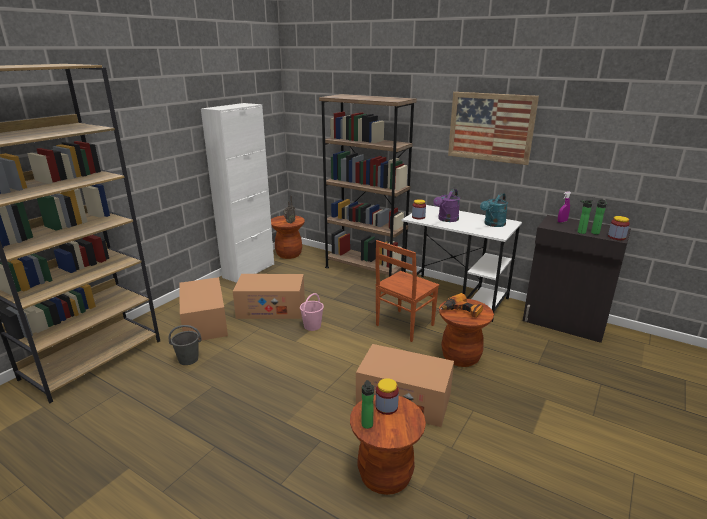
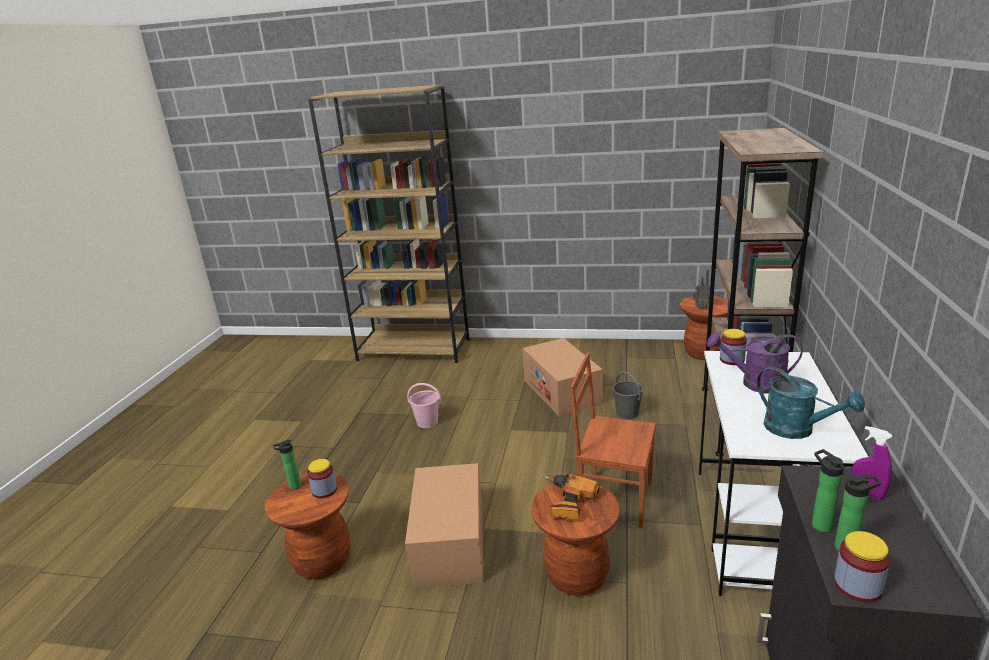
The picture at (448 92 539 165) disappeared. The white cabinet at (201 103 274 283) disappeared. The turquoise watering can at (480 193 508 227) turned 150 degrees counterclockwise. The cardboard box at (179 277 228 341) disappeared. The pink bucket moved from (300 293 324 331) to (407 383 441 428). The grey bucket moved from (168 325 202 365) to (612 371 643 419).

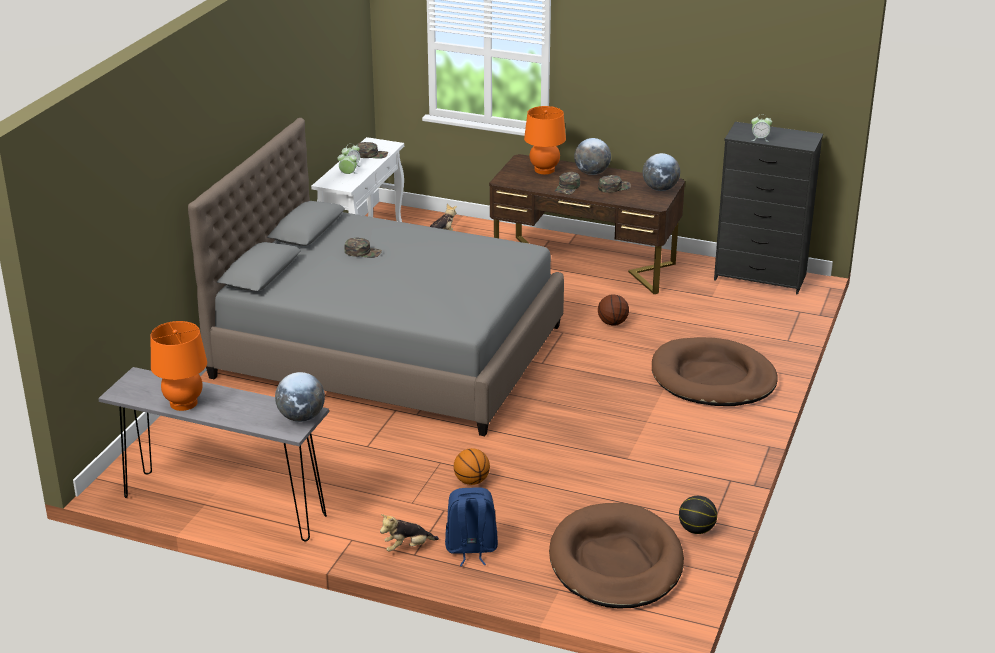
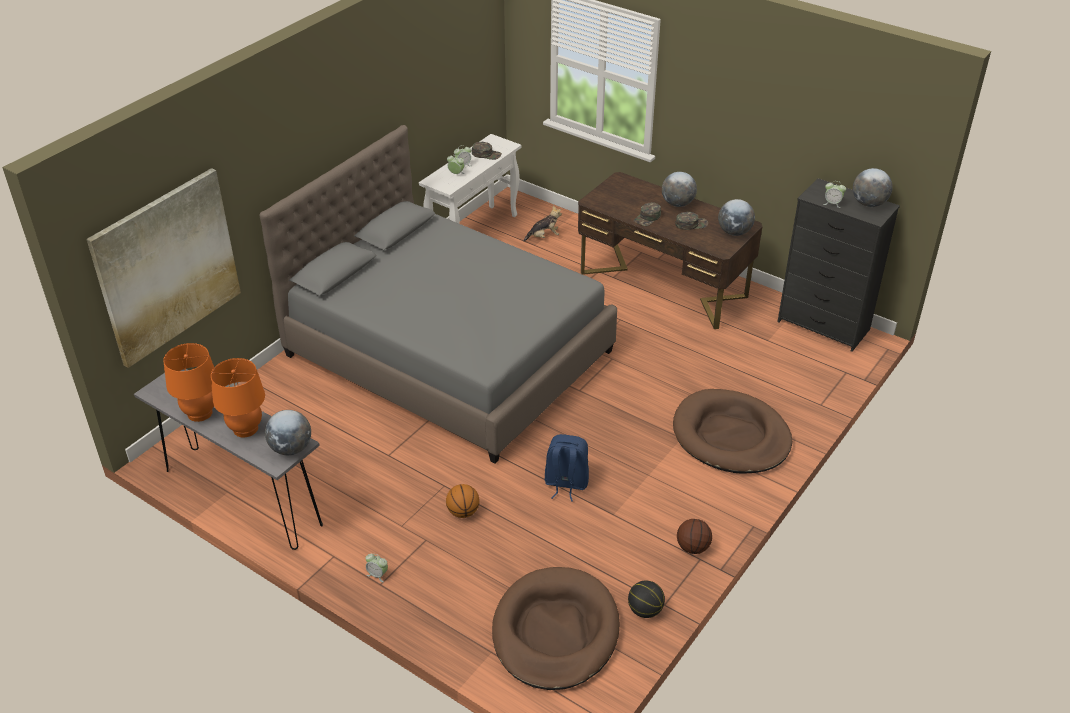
The orange table lamp moved from (524 106 566 174) to (211 358 265 437). The green cap at (344 238 382 258) disappeared. The basketball moved from (598 294 629 326) to (677 519 712 554). The blue backpack moved from (445 487 498 566) to (545 434 589 502). The plush toy at (380 514 439 552) was replaced by the alarm clock at (365 554 388 582). The picture at (87 168 241 368) appeared. The globe at (853 168 893 207) appeared.

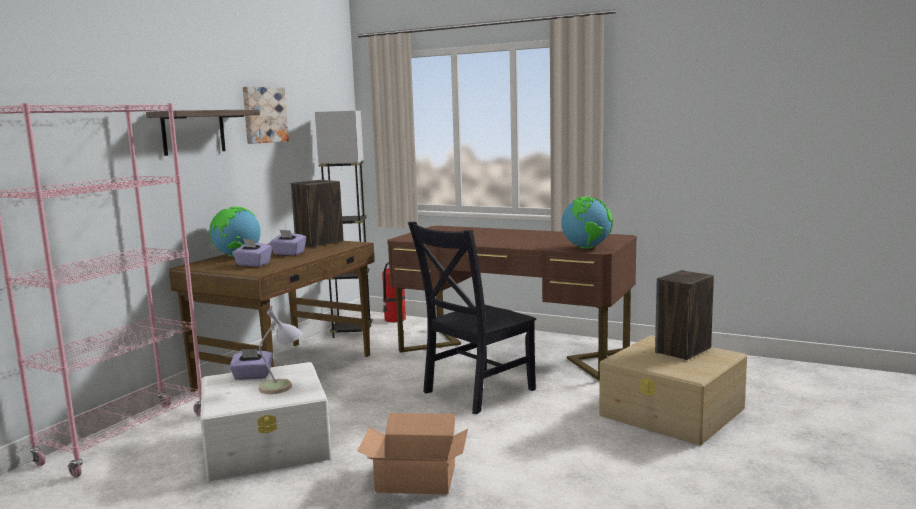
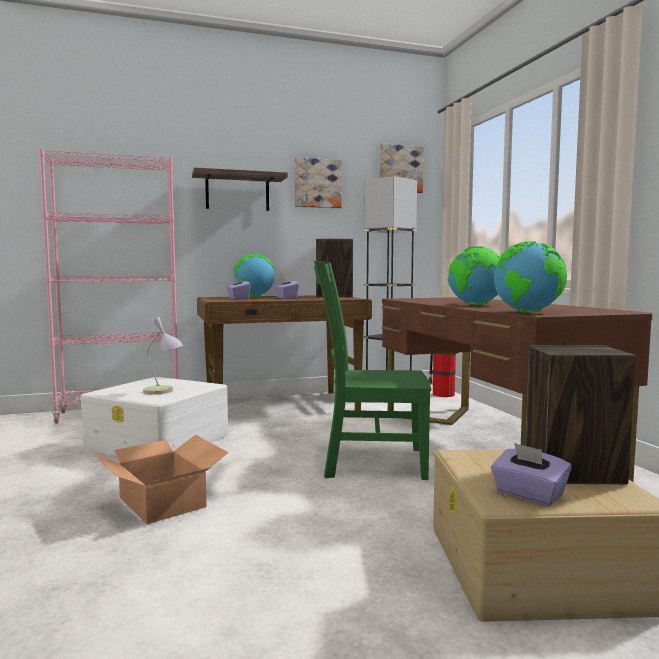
The black chair at (408 222 536 414) became the green chair at (314 261 431 480). The purple tissue box moved from (229 349 273 380) to (491 443 571 506). The picture at (380 144 424 193) appeared. The globe at (447 246 500 305) appeared.

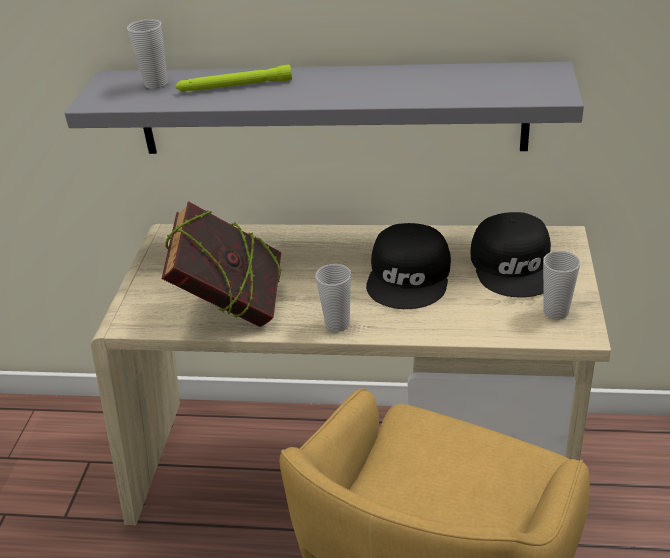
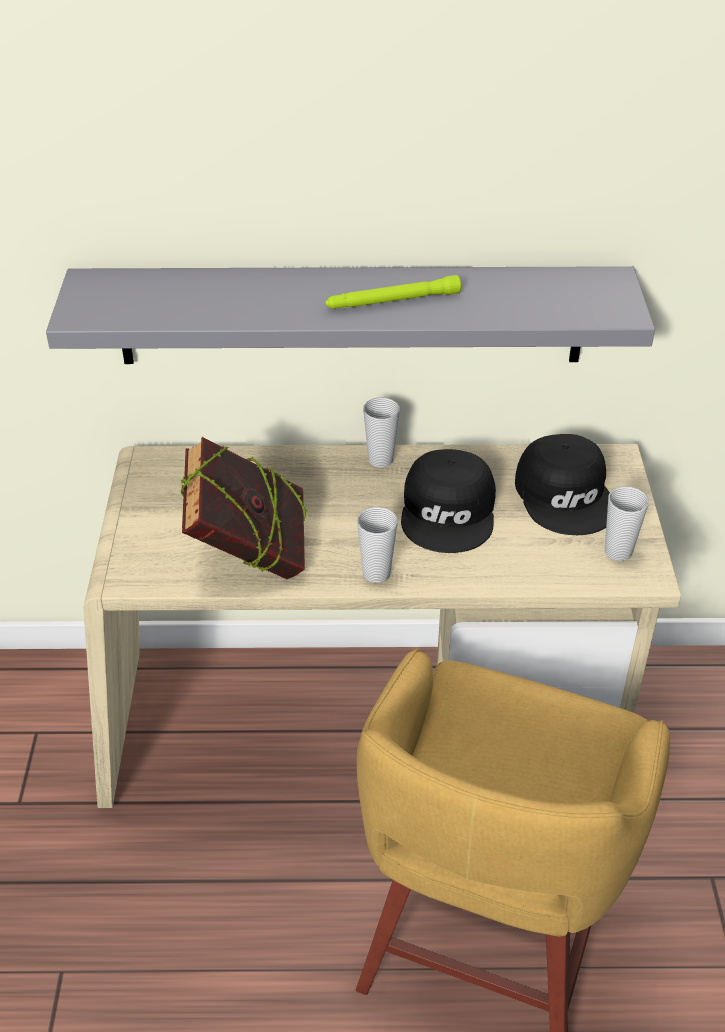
The cup moved from (127 19 168 89) to (363 397 400 468). The green flashlight moved from (175 65 292 92) to (325 275 461 309).

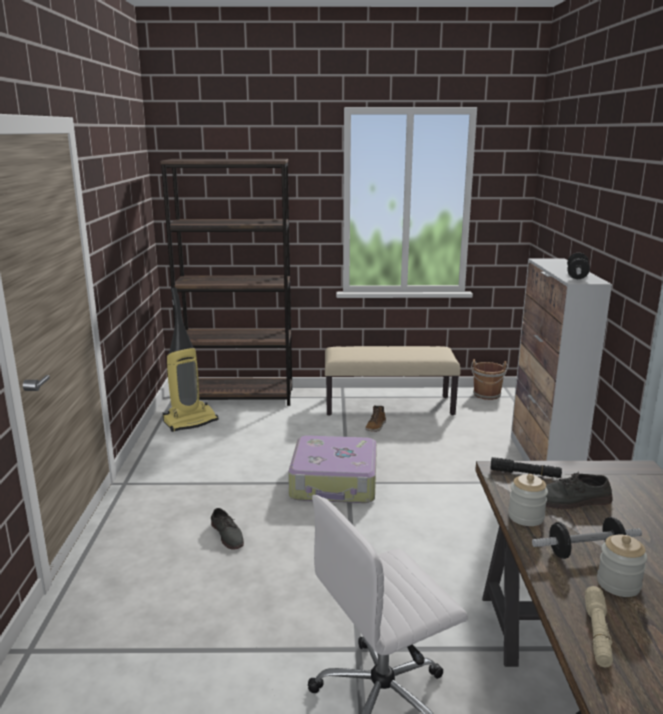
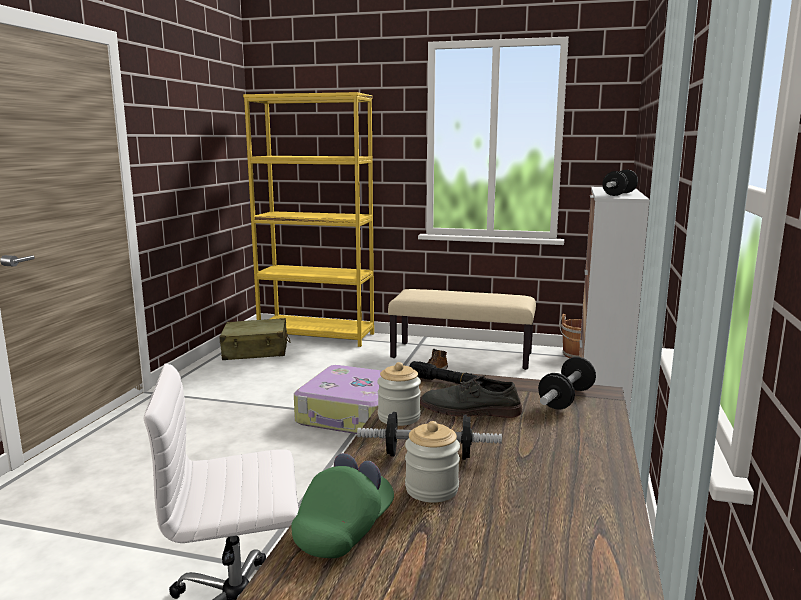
The brown bookcase at (160 159 292 406) became the yellow bookcase at (243 92 374 347). The vacuum cleaner at (163 288 219 432) was replaced by the beige suitcase at (220 318 291 360). The grey shoe at (211 508 244 550) disappeared. The beige flashlight at (585 586 613 667) was replaced by the green cap at (291 453 394 558). The dumbbell at (538 357 596 410) appeared.

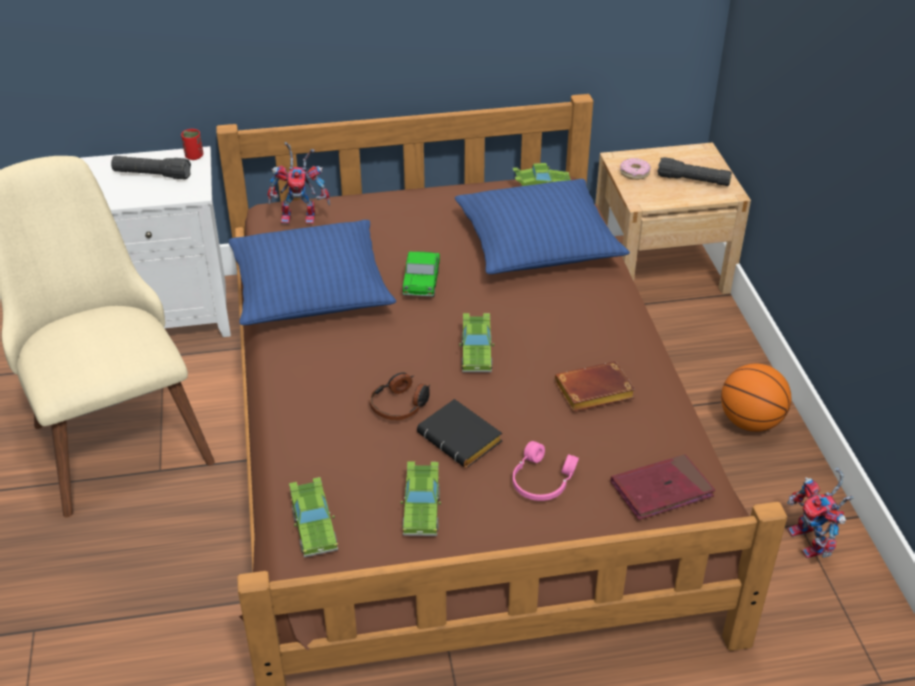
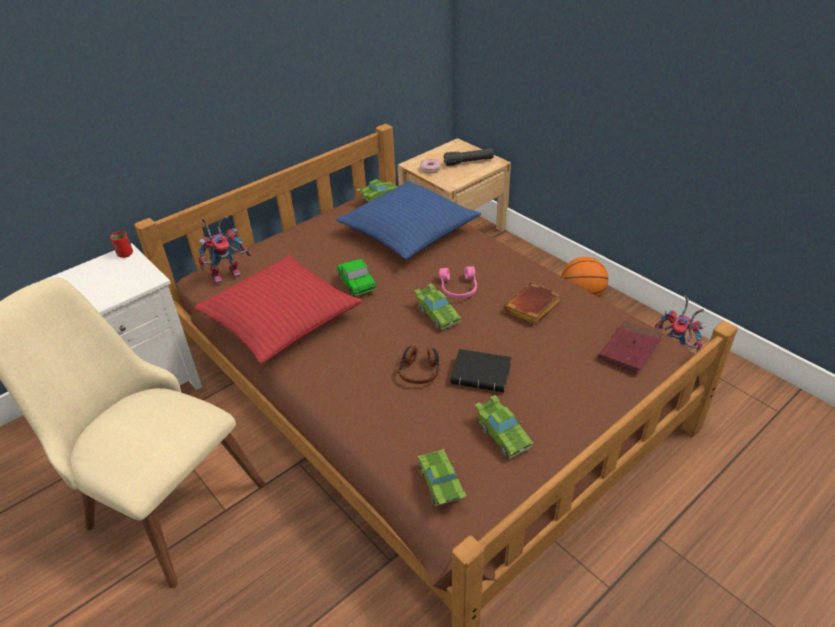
The black flashlight at (111 156 191 179) disappeared. The blue pillow at (228 220 396 325) became the red pillow at (194 255 363 364). The pink headphones moved from (512 441 579 501) to (439 266 477 298). The green toy car at (289 477 338 557) turned 150 degrees counterclockwise.

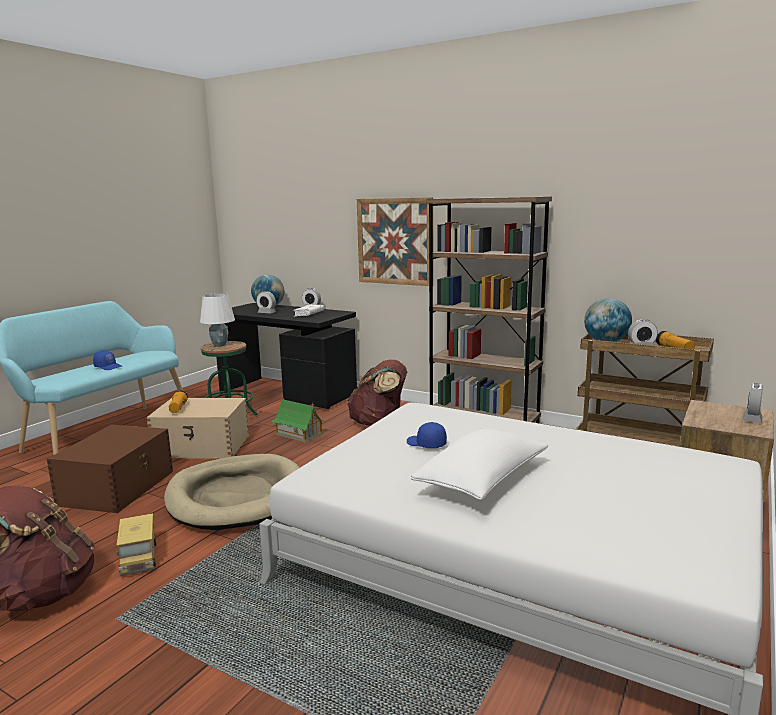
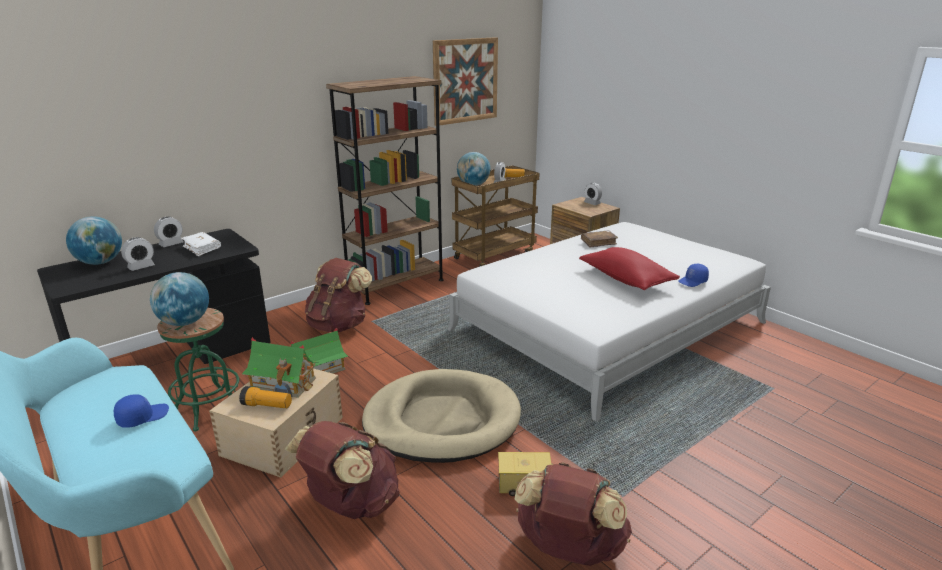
The picture moved from (357 197 433 286) to (433 37 498 126). The white table lamp at (200 293 235 347) was replaced by the globe at (150 272 209 326). The blue cap moved from (407 422 447 448) to (678 264 709 287). The brown storage box at (47 424 173 513) was replaced by the brown backpack at (285 421 399 519). The white pillow at (411 429 548 500) became the red pillow at (579 247 680 290). The brown book at (581 230 618 248) appeared. The toy house at (242 337 319 398) appeared.

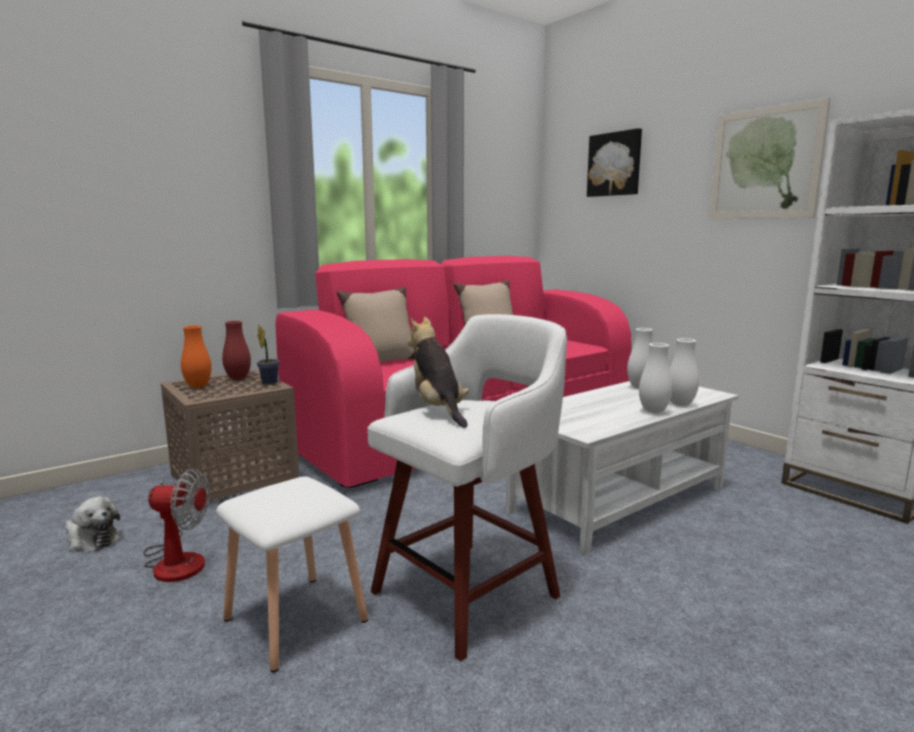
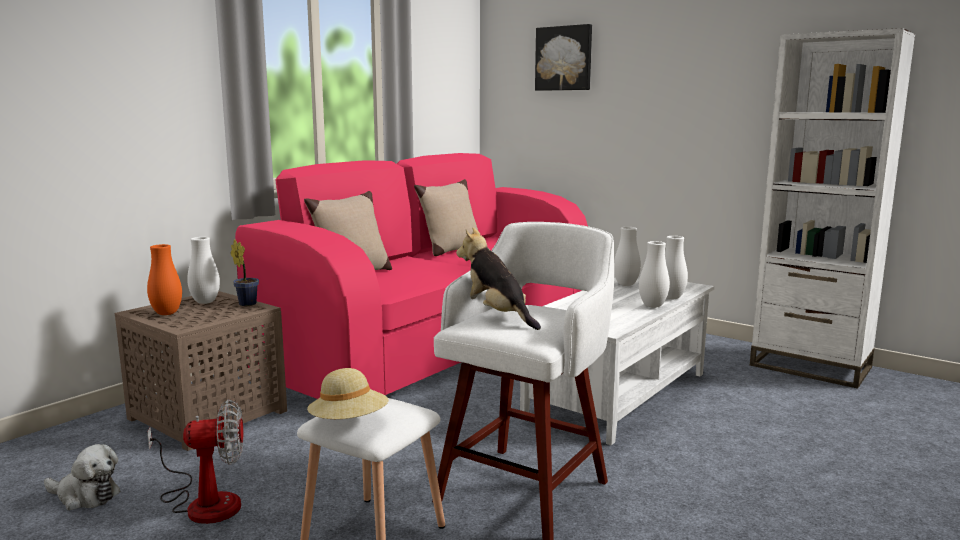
The picture at (709 97 830 219) disappeared. The red vase at (222 321 251 380) became the white vase at (187 237 220 304). The beige hat at (307 368 389 419) appeared.

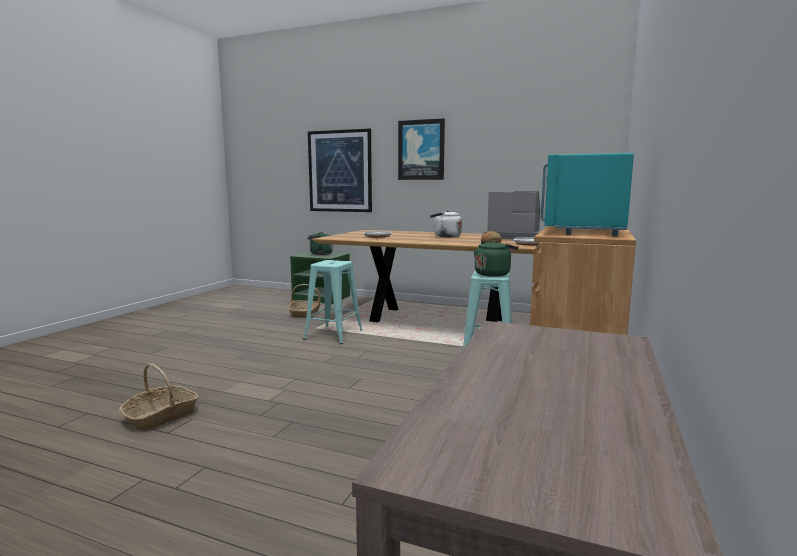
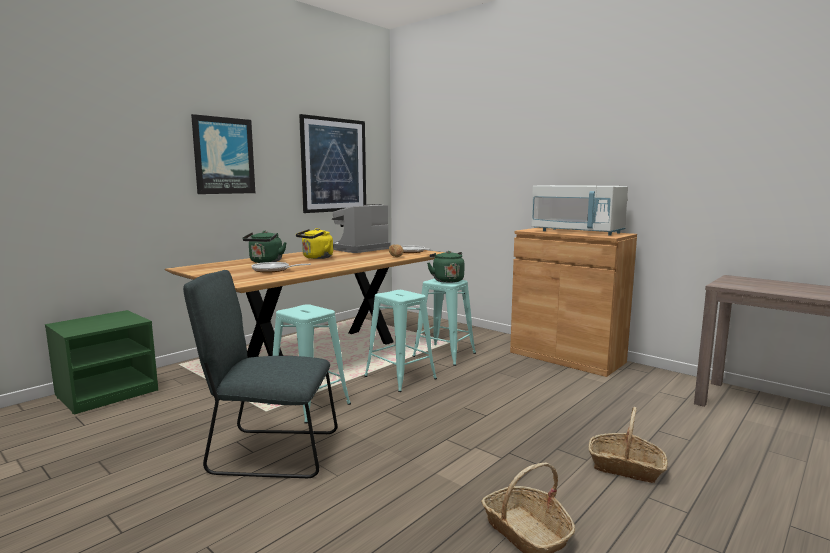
The picture moved from (308 129 372 212) to (299 114 366 213). The turquoise microwave at (541 153 634 236) became the white microwave at (531 185 628 236). The white kettle at (430 210 462 237) became the yellow kettle at (296 228 333 259). The green kettle moved from (307 232 333 255) to (242 231 287 263). The basket moved from (289 284 321 318) to (589 407 668 483). The grey chair at (183 270 337 478) appeared. The turquoise stool at (364 290 437 392) appeared.

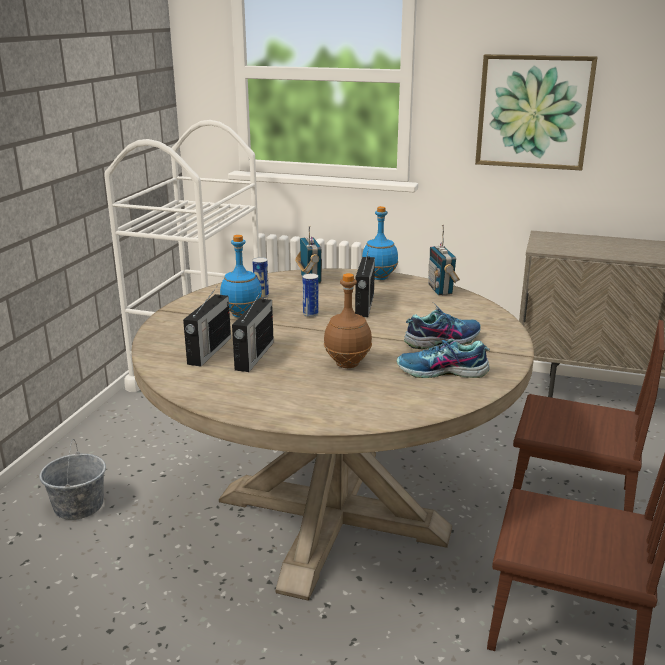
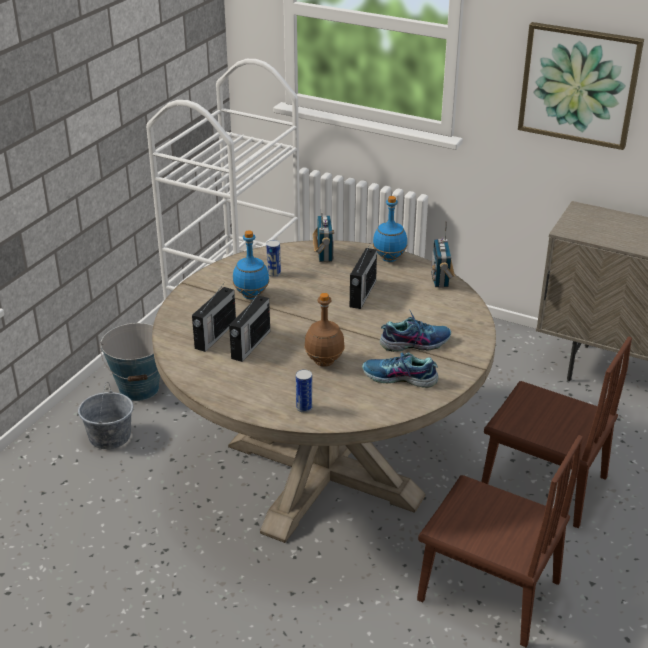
The can moved from (302 273 319 317) to (296 369 312 413). The bucket at (100 323 160 401) appeared.

